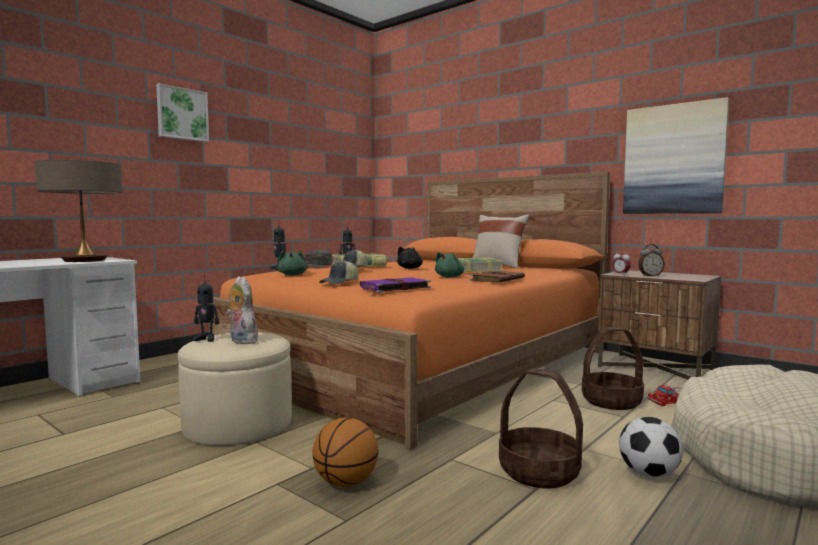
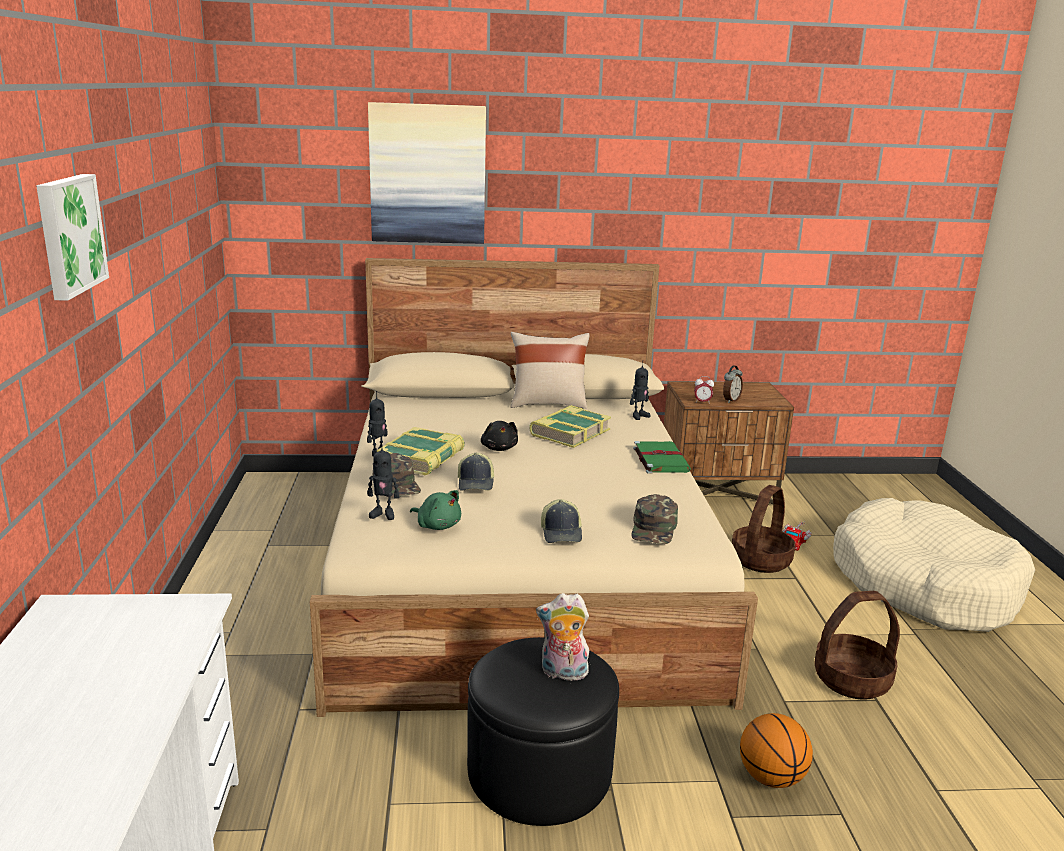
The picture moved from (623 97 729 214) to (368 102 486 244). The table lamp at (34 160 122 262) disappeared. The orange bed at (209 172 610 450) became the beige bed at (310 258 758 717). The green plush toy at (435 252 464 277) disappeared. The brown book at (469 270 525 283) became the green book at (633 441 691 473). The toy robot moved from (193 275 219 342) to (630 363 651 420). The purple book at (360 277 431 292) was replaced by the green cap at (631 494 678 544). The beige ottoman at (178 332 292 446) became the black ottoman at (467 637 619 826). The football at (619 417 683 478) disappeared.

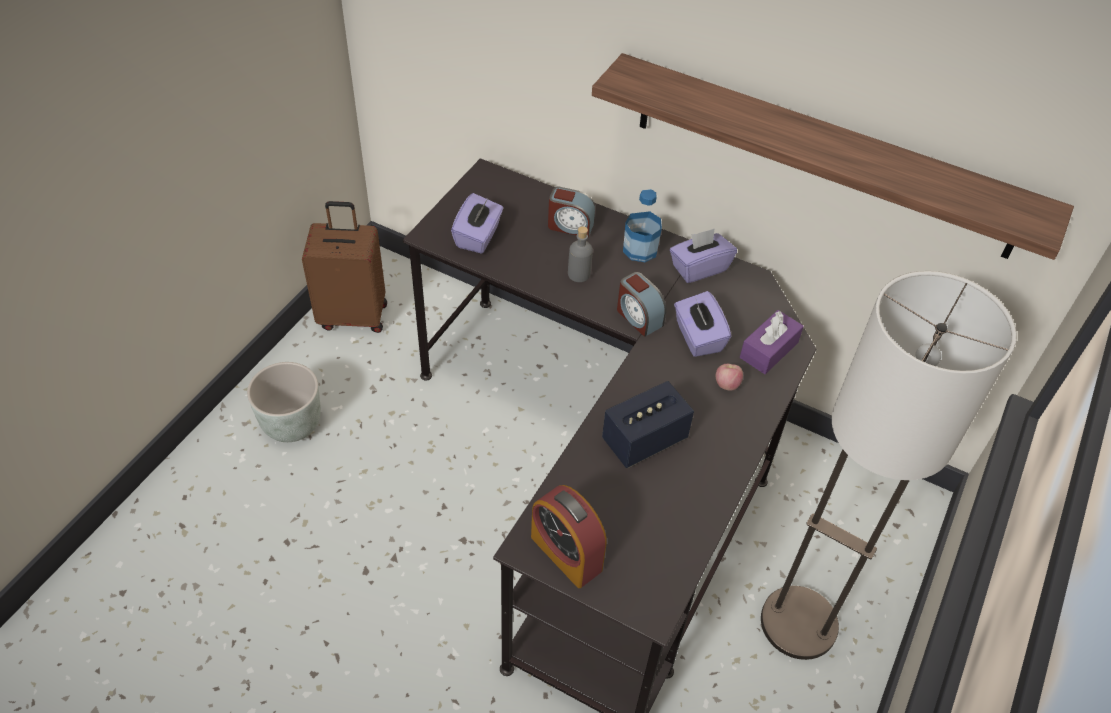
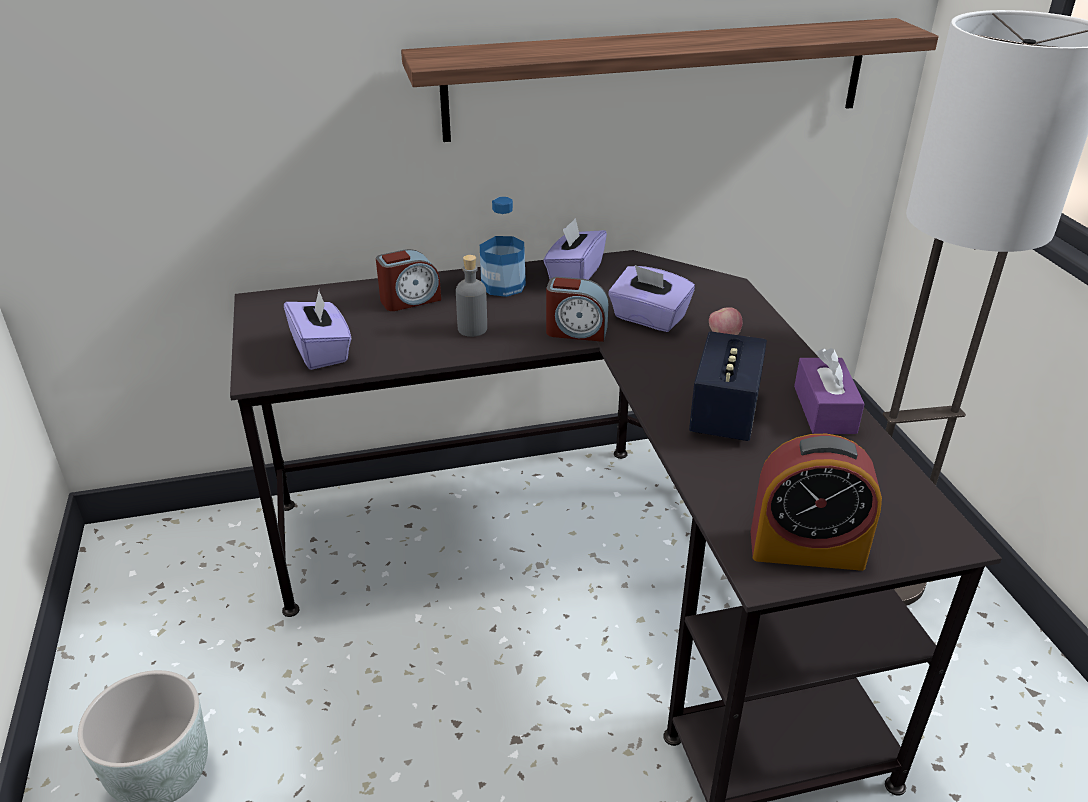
The brown suitcase at (302 201 387 333) disappeared. The purple tissue box moved from (740 310 804 374) to (794 348 864 434).

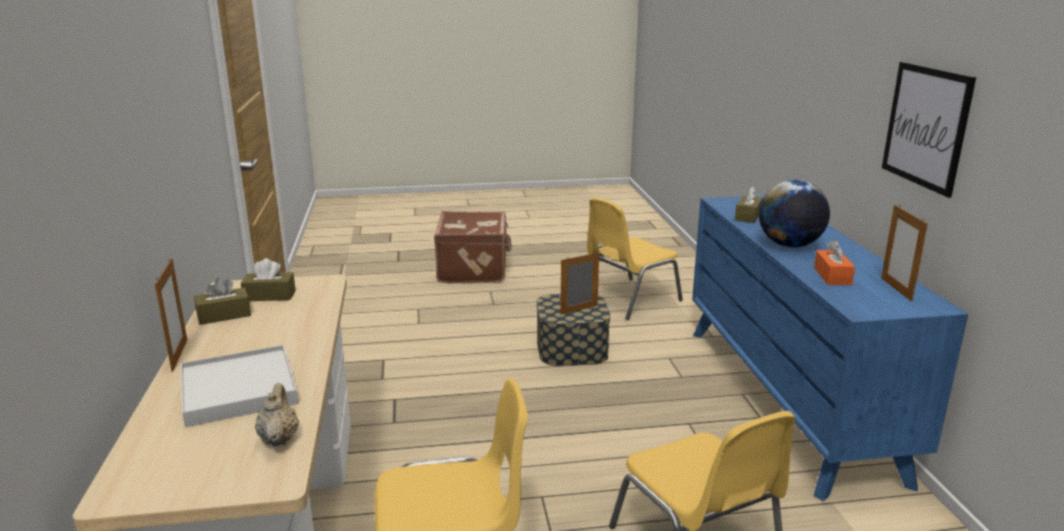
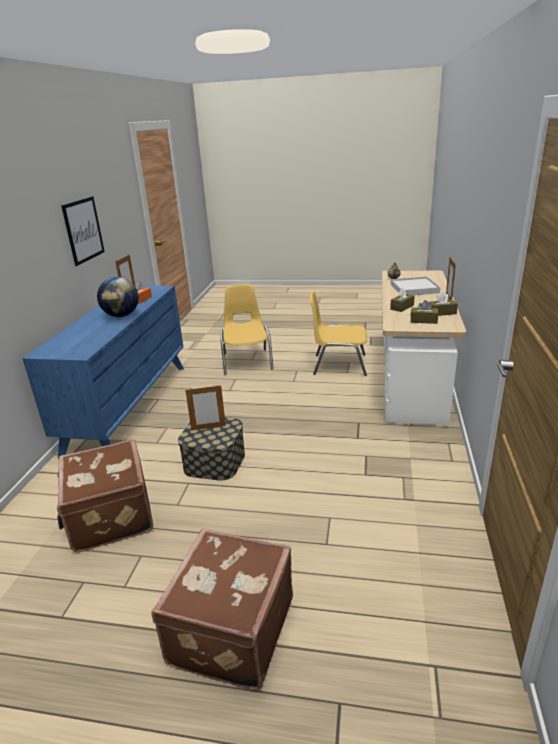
The brown tissue box moved from (735 186 763 223) to (390 287 415 312). The yellow chair at (587 198 683 320) was replaced by the brown suitcase at (57 439 153 552).

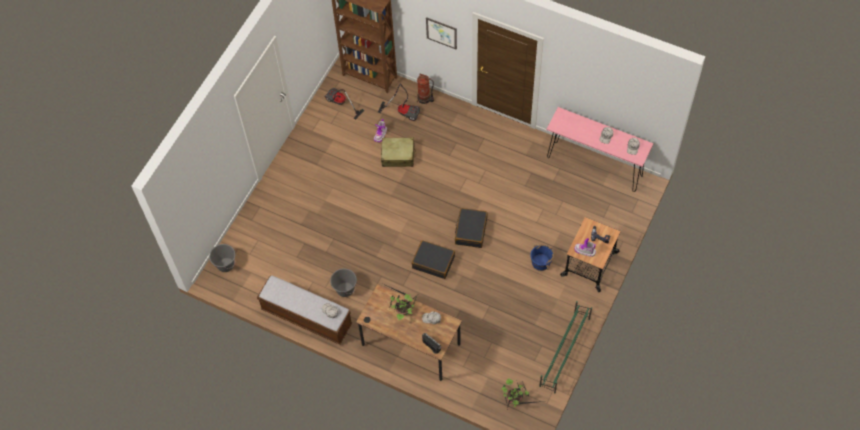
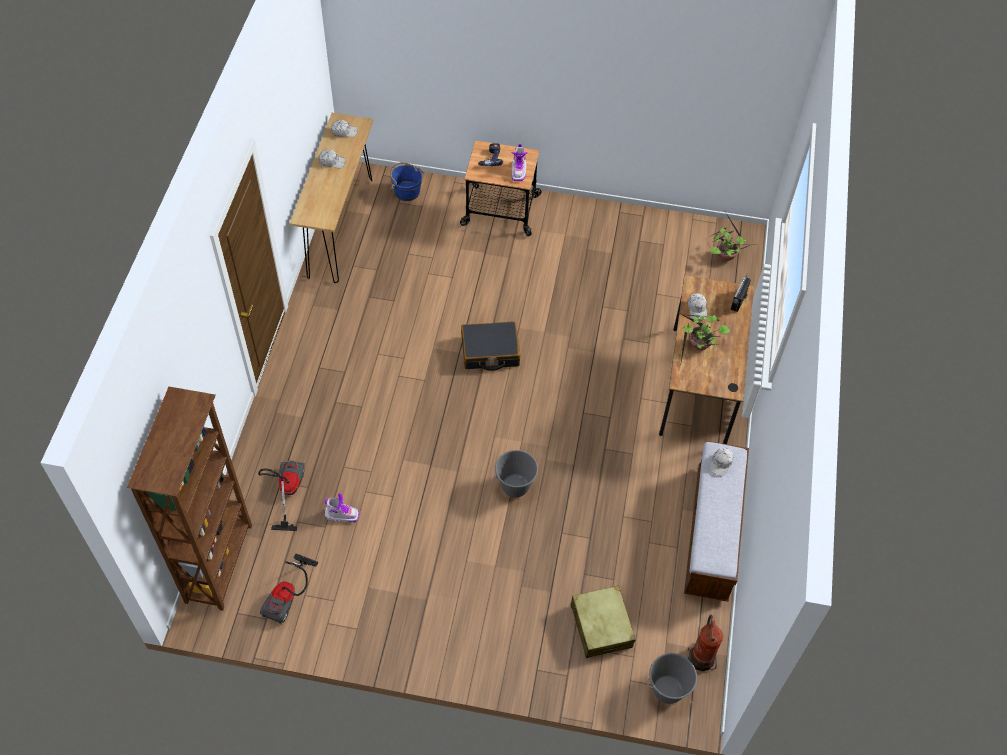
The picture at (426 17 457 50) disappeared. The fire extinguisher moved from (417 74 434 105) to (688 615 723 671). The pink console table at (546 107 653 192) became the brown console table at (290 113 373 283). The beige suitcase moved from (381 137 416 167) to (570 586 636 658). The black suitcase at (412 240 455 279) disappeared. The blue bucket moved from (530 245 554 271) to (390 162 424 201). The grey bucket moved from (330 268 357 297) to (494 450 538 497). The green shoe rack at (539 301 592 393) disappeared.

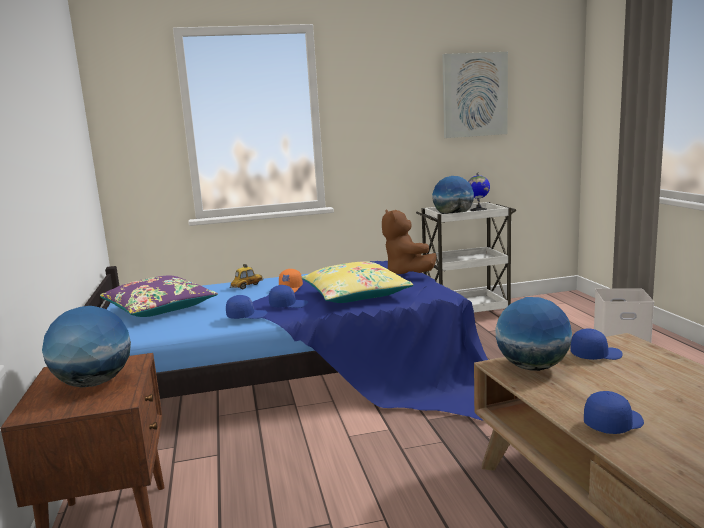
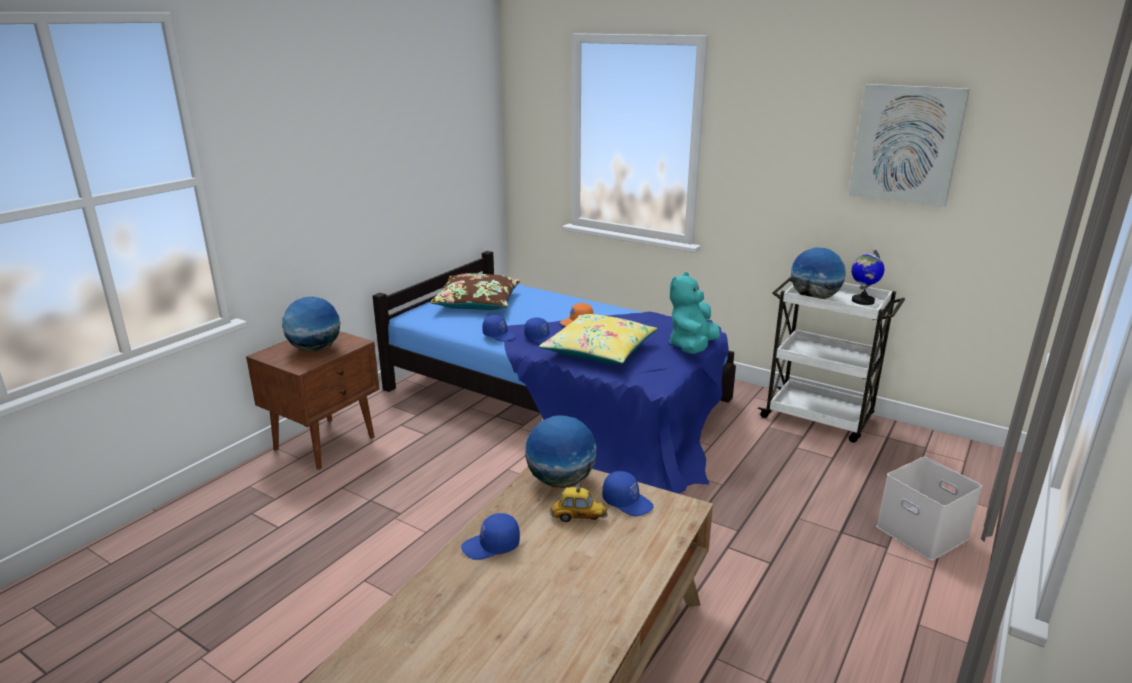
The brown plush toy at (382 209 437 274) became the turquoise plush toy at (669 272 720 354). The toy car moved from (230 264 263 289) to (550 483 608 522). The purple pillow at (100 275 218 317) became the brown pillow at (430 274 520 310). The blue cap at (584 391 644 434) turned 150 degrees clockwise.

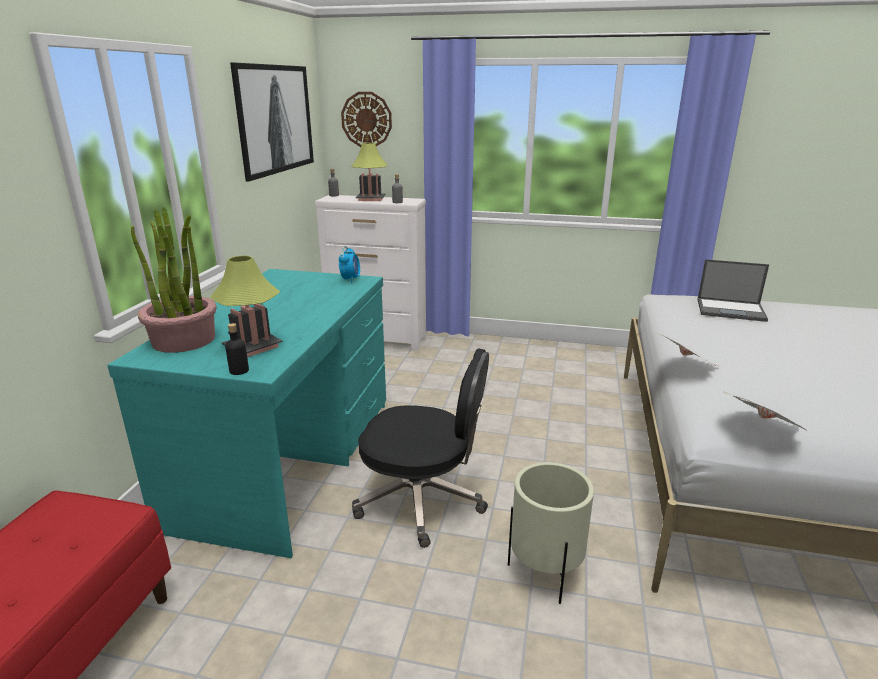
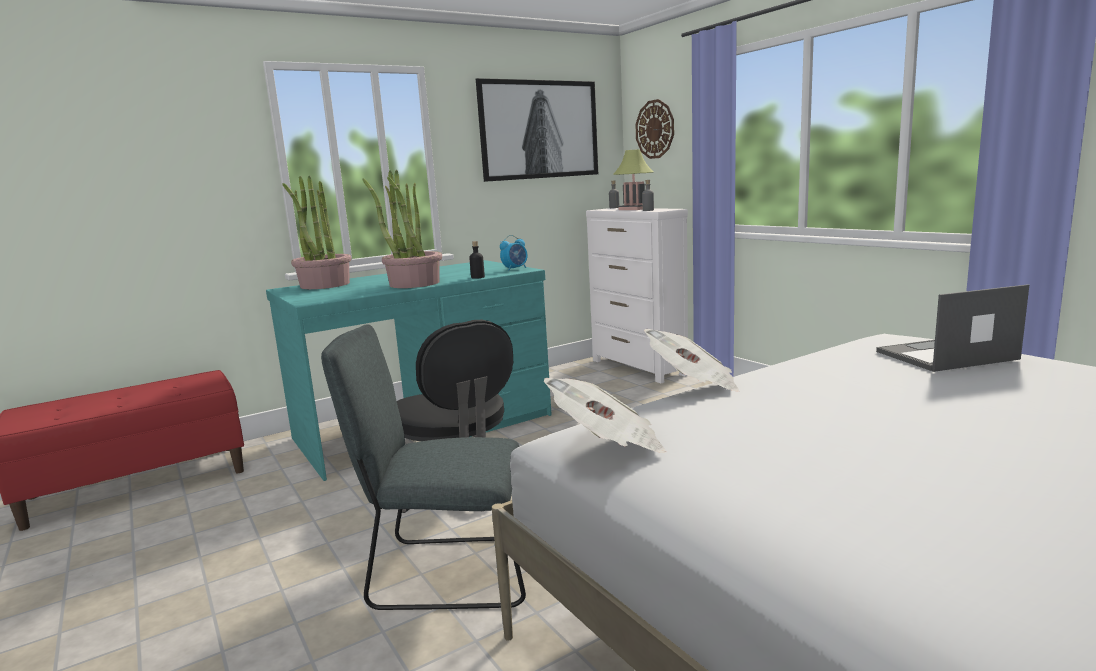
The table lamp at (210 256 283 357) disappeared. The laptop at (697 259 769 322) turned 105 degrees clockwise. The black bottle moved from (225 323 249 375) to (469 241 485 279). The beige planter at (508 462 594 604) was replaced by the grey chair at (321 325 526 610). The potted plant at (362 170 442 288) appeared.

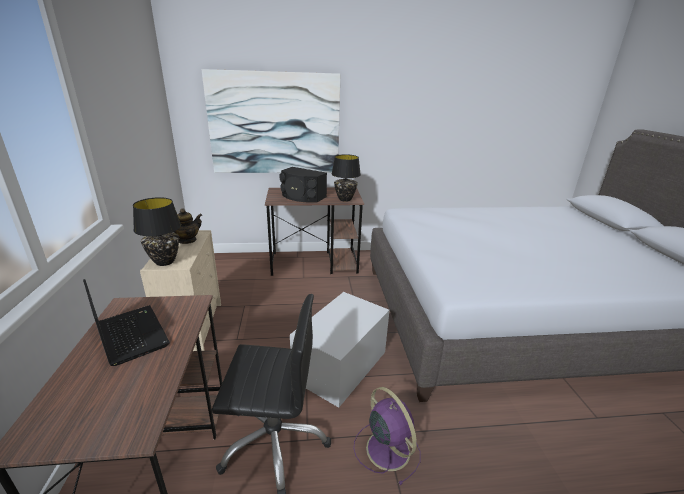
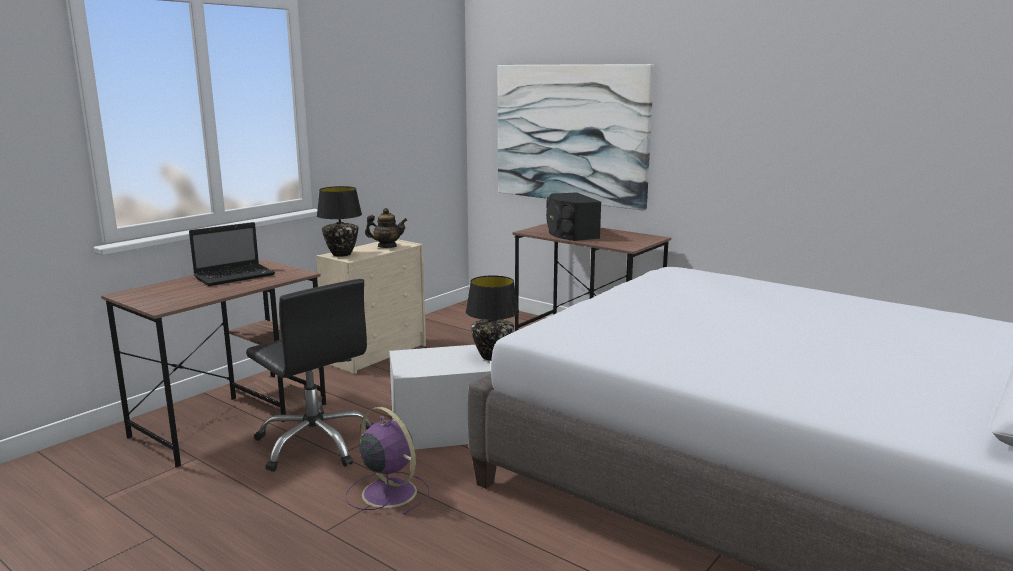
The black table lamp moved from (332 154 361 202) to (466 275 519 361). The laptop at (83 279 170 366) turned 45 degrees clockwise. The purple fan at (354 387 421 485) turned 60 degrees counterclockwise.

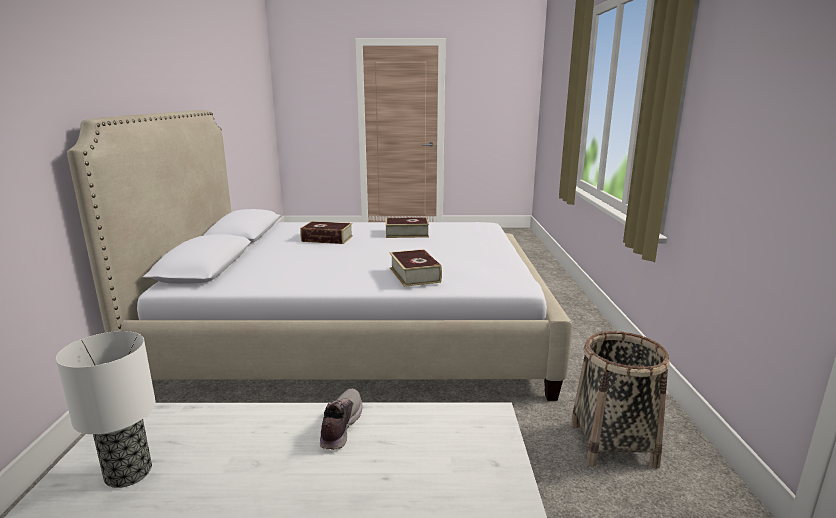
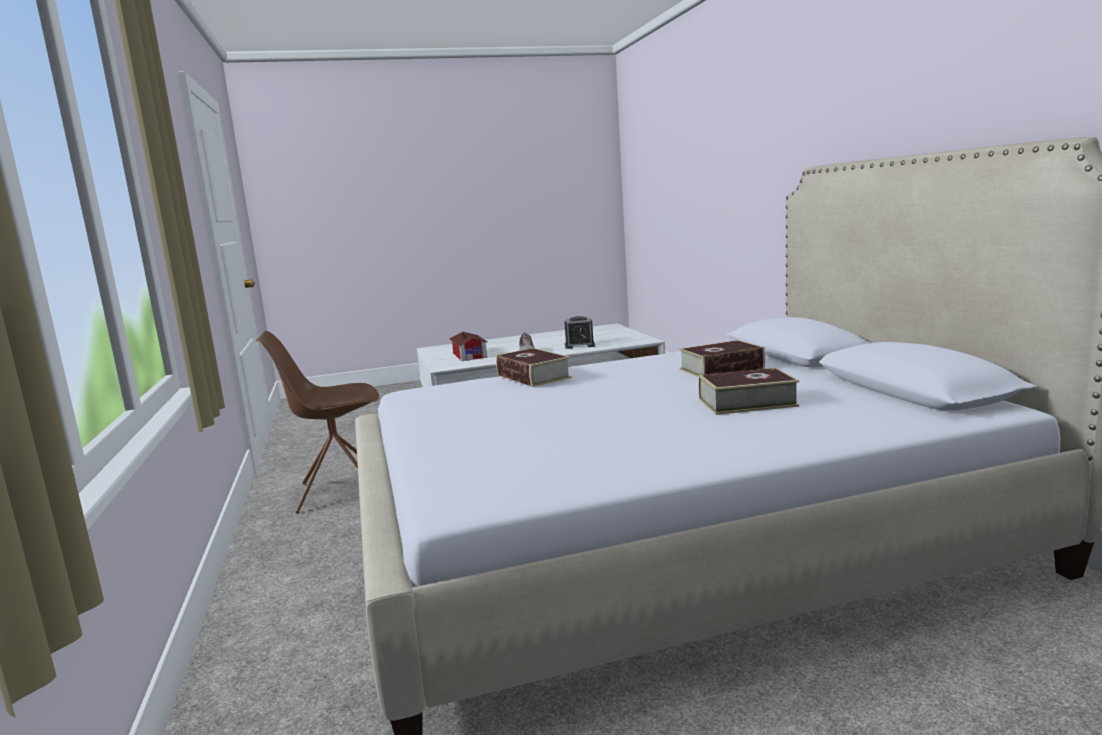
The book moved from (385 217 429 238) to (679 340 765 377). The table lamp at (56 331 156 488) disappeared. The basket at (571 331 670 469) was replaced by the brown chair at (256 331 379 513). The alarm clock at (564 316 595 349) appeared. The toy house at (449 332 487 361) appeared.

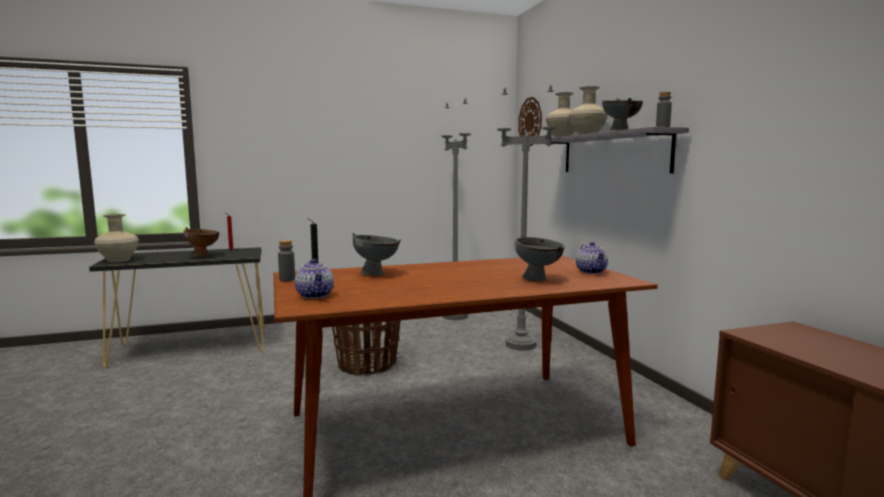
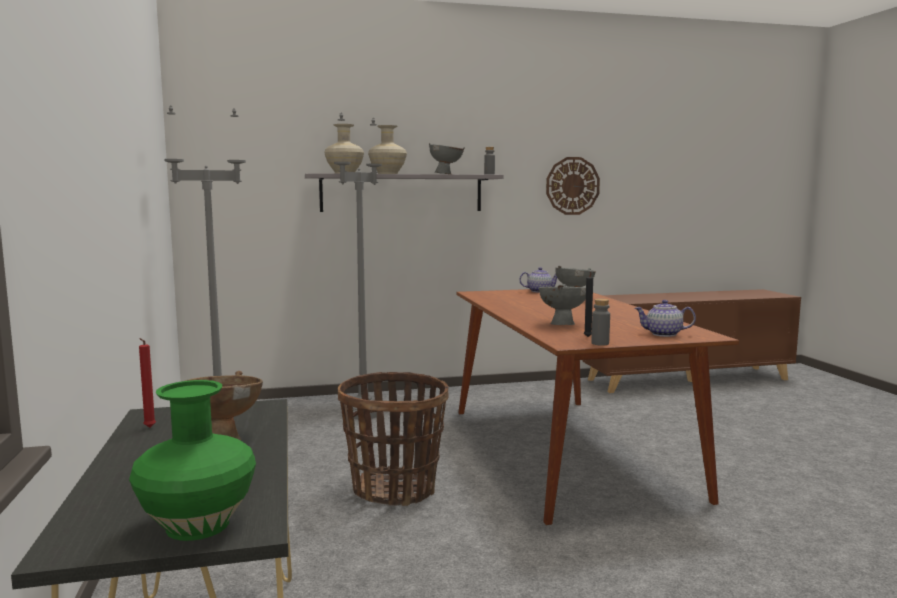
The wall clock moved from (518 97 542 146) to (546 157 600 215). The beige vase at (94 214 139 262) became the green vase at (129 380 256 541). The teapot at (295 259 334 299) turned 150 degrees counterclockwise.

